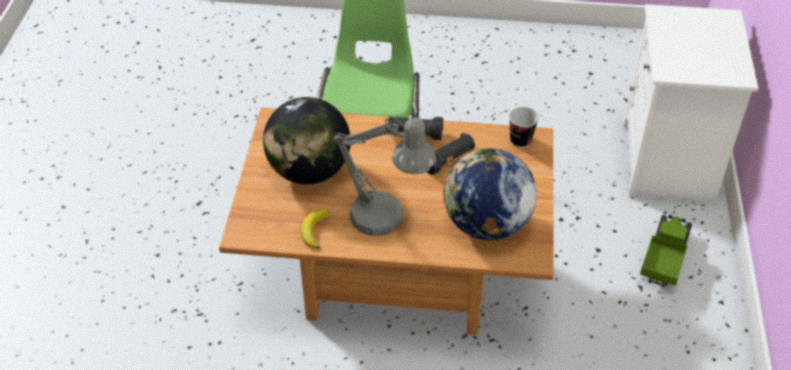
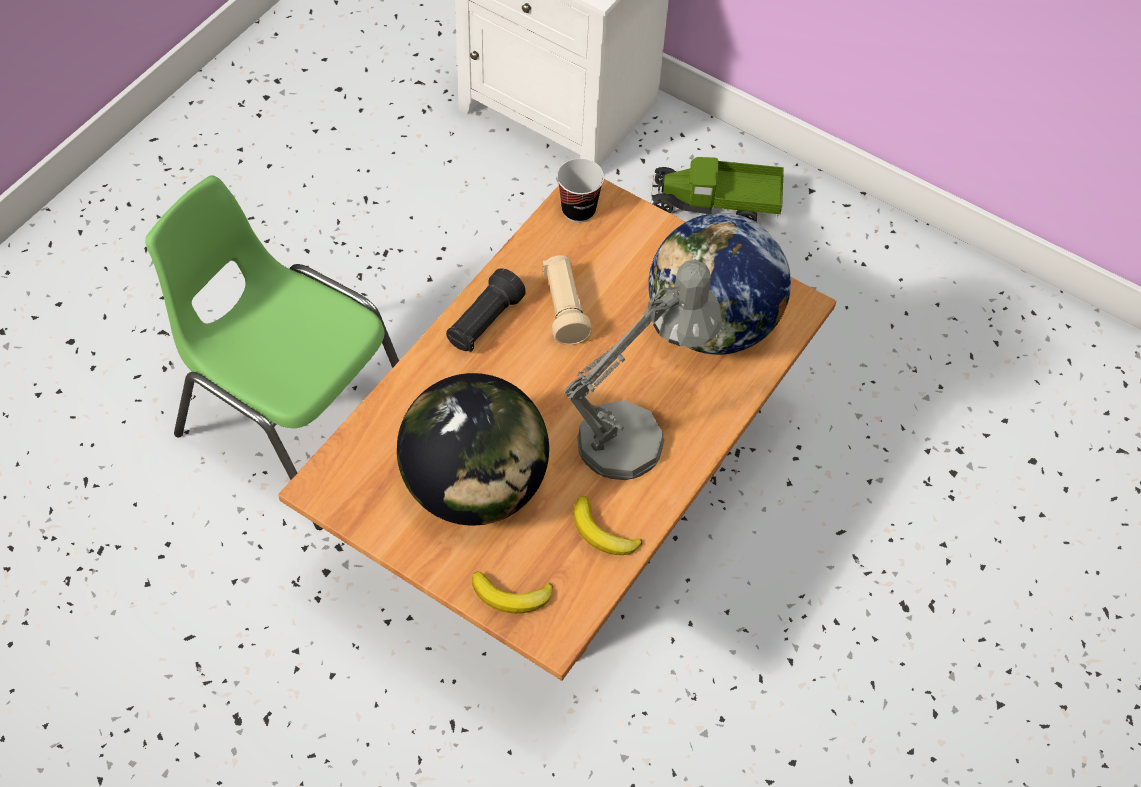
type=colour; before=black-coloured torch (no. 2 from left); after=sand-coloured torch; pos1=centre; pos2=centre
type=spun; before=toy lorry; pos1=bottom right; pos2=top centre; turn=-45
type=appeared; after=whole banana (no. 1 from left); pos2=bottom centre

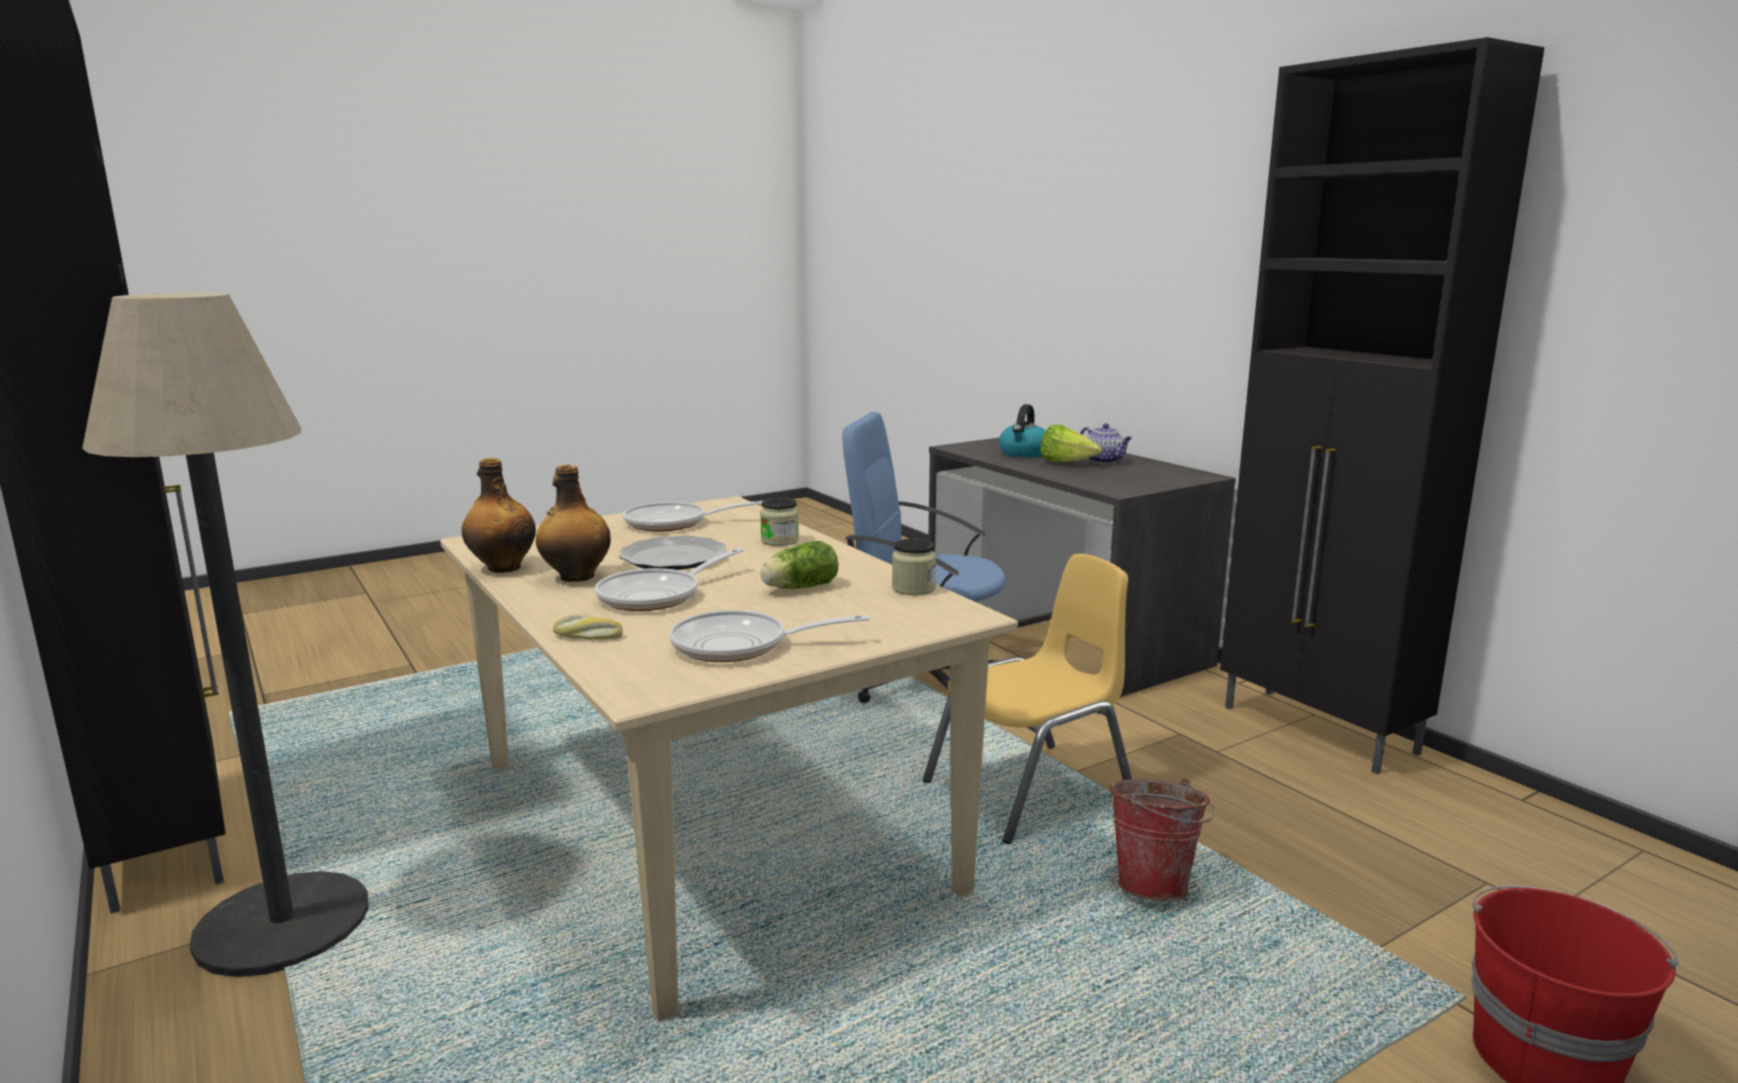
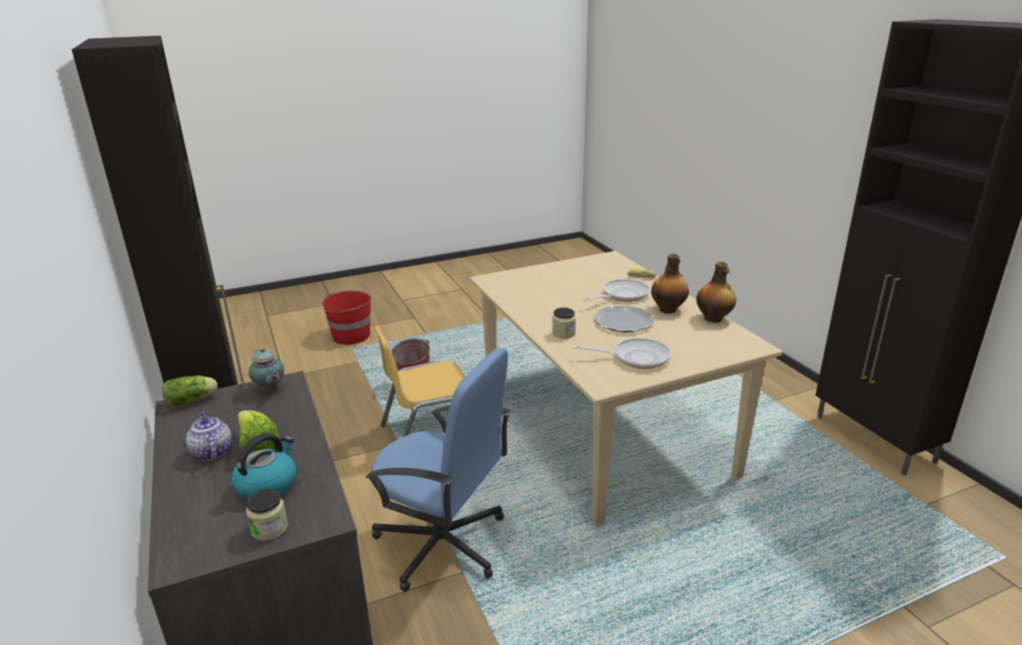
type=missing; before=standard lamp; pos1=middle left
type=relocated; before=jar (no. 2 from left in the first image); after=jar (no. 1 from left); pos1=centre; pos2=bottom left
type=relocated; before=lettuce (no. 1 from left); pos1=centre; pos2=middle left
type=missing; before=pan (no. 3 from left); pos1=centre
type=appeared; after=teapot (no. 2 from left); pos2=middle left

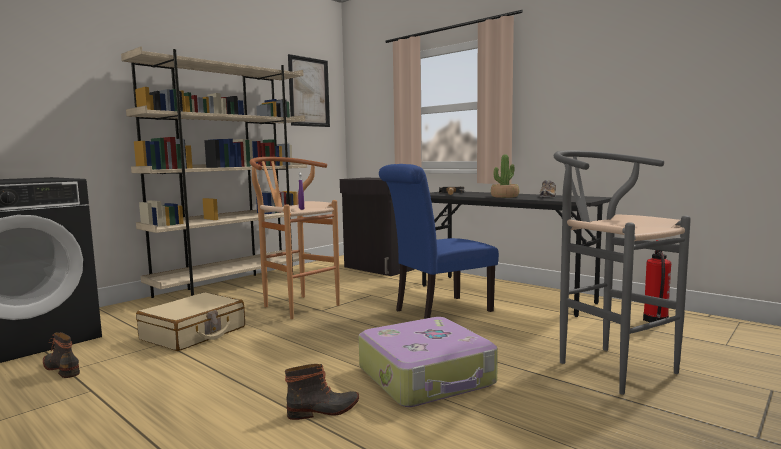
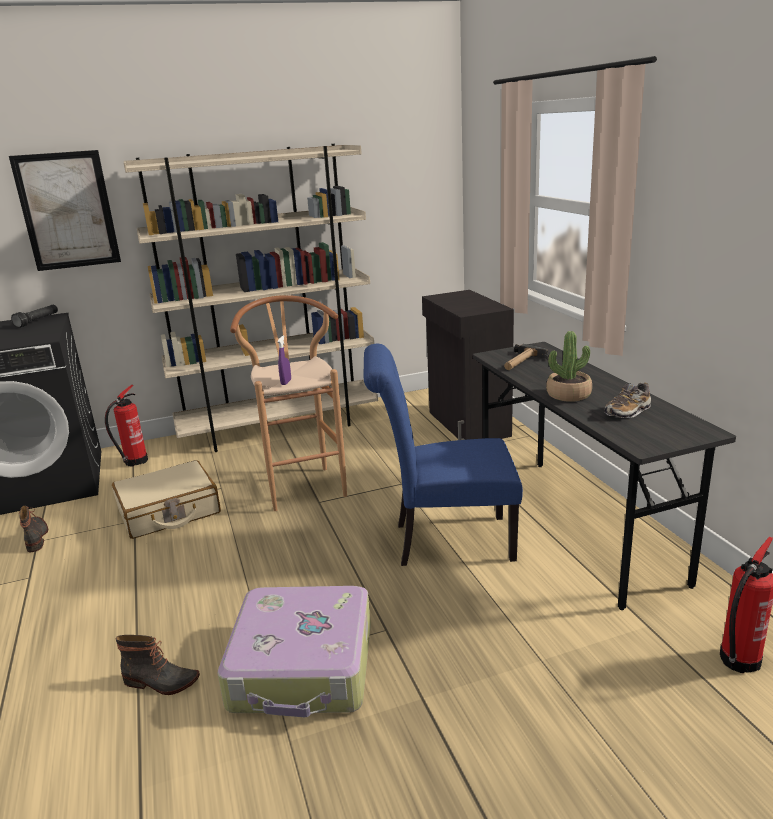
type=relocated; before=wall art; pos1=top centre; pos2=top left
type=missing; before=gray stool; pos1=middle right
type=appeared; after=black-coloured torch; pos2=middle left
type=appeared; after=extinguisher (no. 1 from left); pos2=middle left

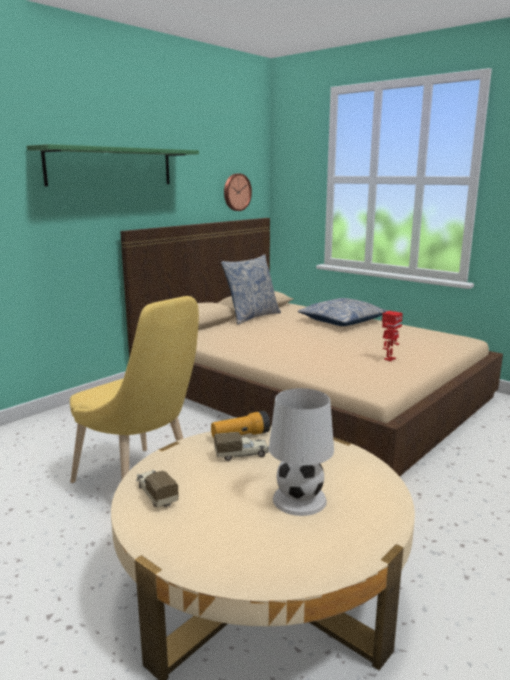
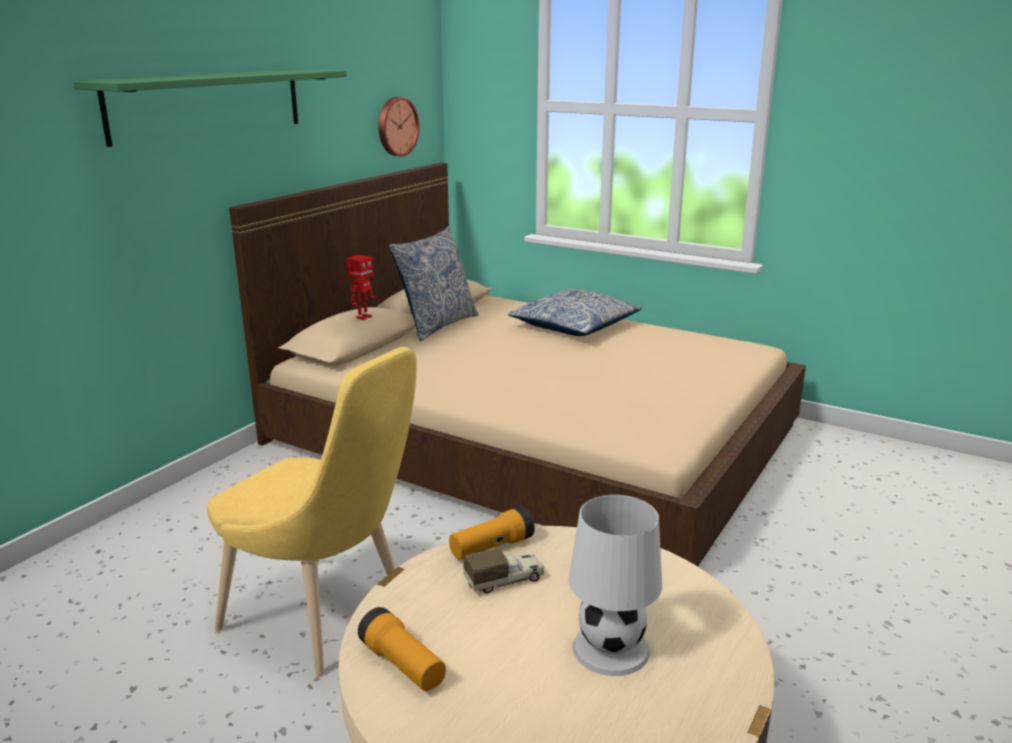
type=relocated; before=robot figure; pos1=middle right; pos2=centre
type=exchanged; before=toy lorry (no. 1 from left); after=torch (no. 1 from left); pos1=bottom left; pos2=bottom centre

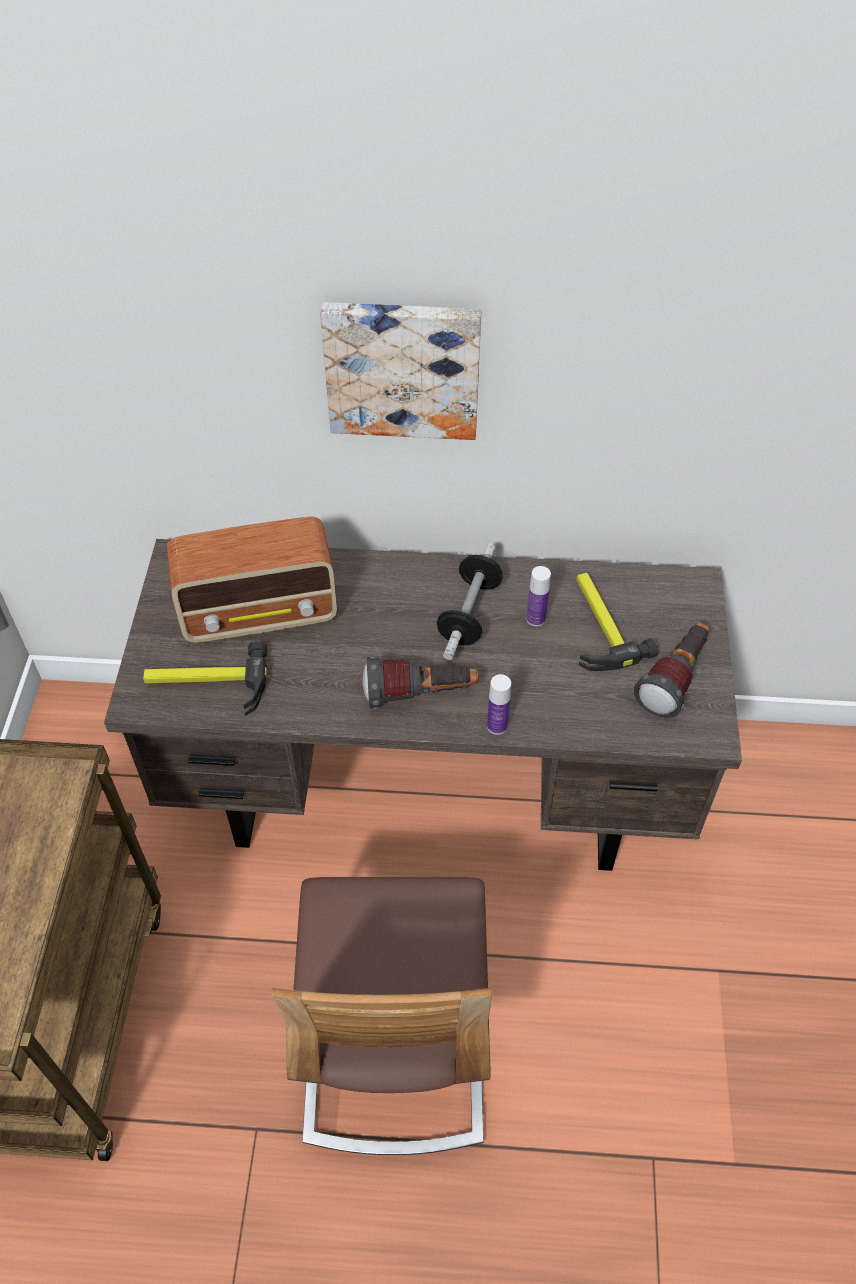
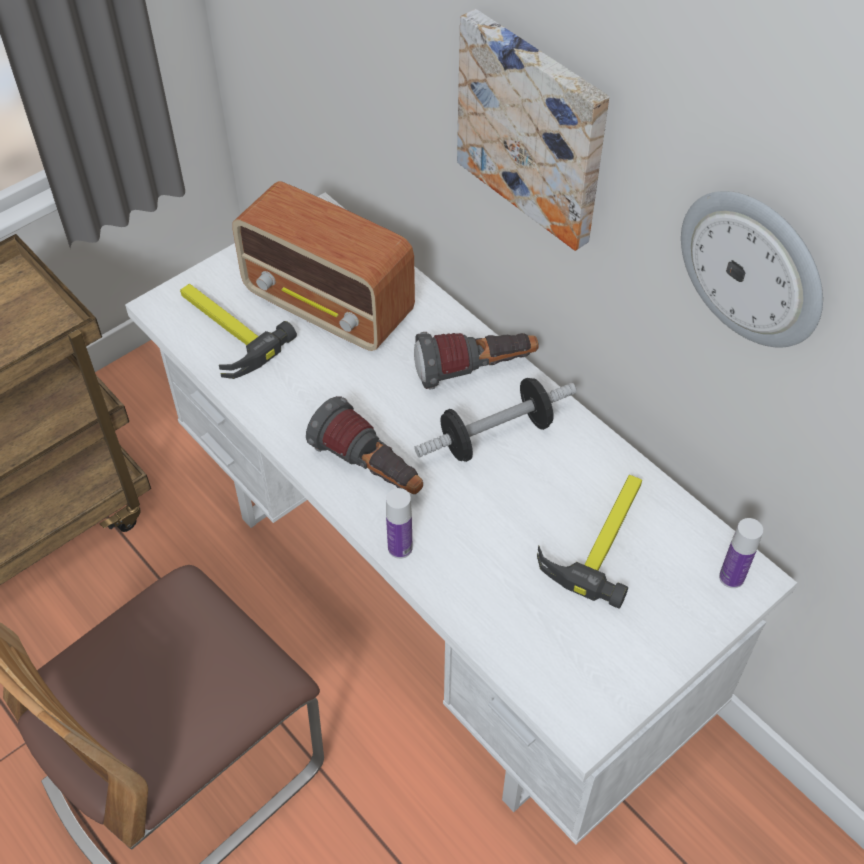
type=colour; before=brown-coloured desk table; after=white desk table; pos1=centre; pos2=centre
type=relocated; before=bottle (no. 2 from left); pos1=centre; pos2=middle right
type=relocated; before=torch (no. 2 from left); pos1=middle right; pos2=centre
type=appeared; after=hanging clock; pos2=top right

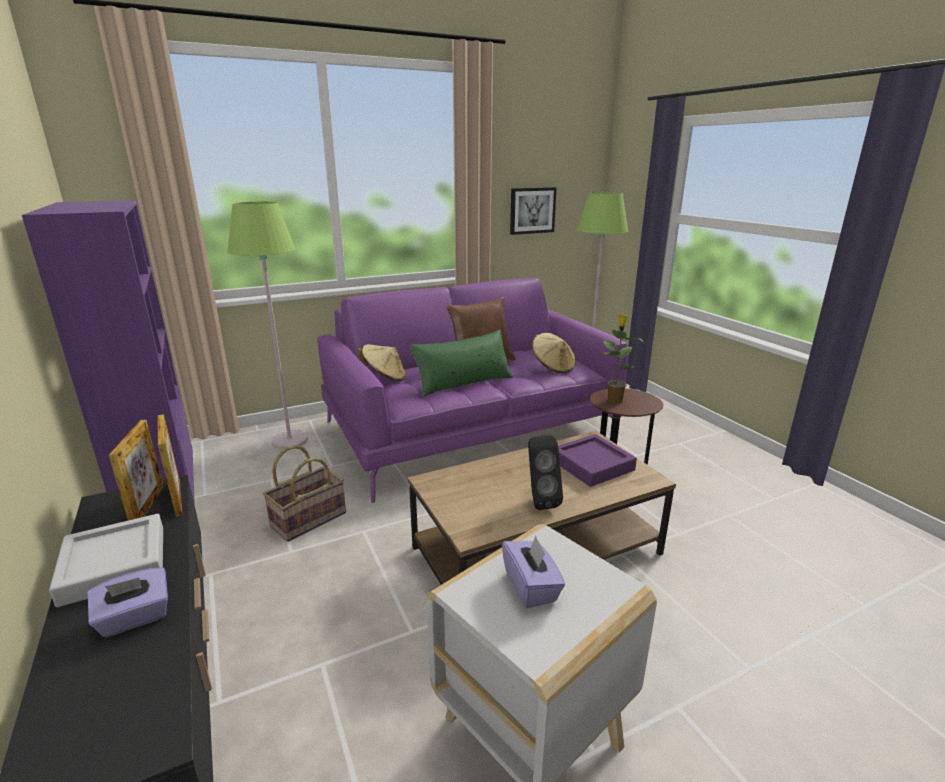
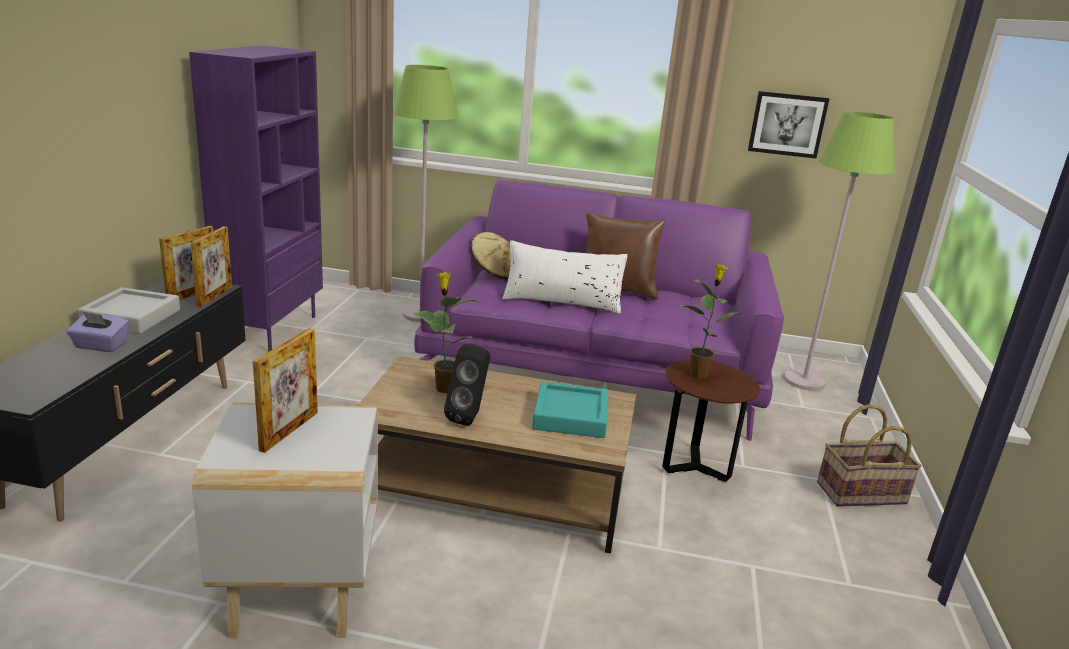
type=colour; before=green-coloured cushion; after=white cushion; pos1=centre; pos2=centre
type=missing; before=sand-coloured hat (no. 2 from left); pos1=centre
type=colour; before=purplish carrying tray; after=turquoise-coloured carrying tray; pos1=centre; pos2=centre
type=relocated; before=storage basket; pos1=middle left; pos2=bottom right
type=exchanged; before=purplish tissue holder (no. 2 from left); after=standing frame (no. 3 from left); pos1=bottom centre; pos2=middle left
type=appeared; after=potted plant (no. 1 from left); pos2=centre

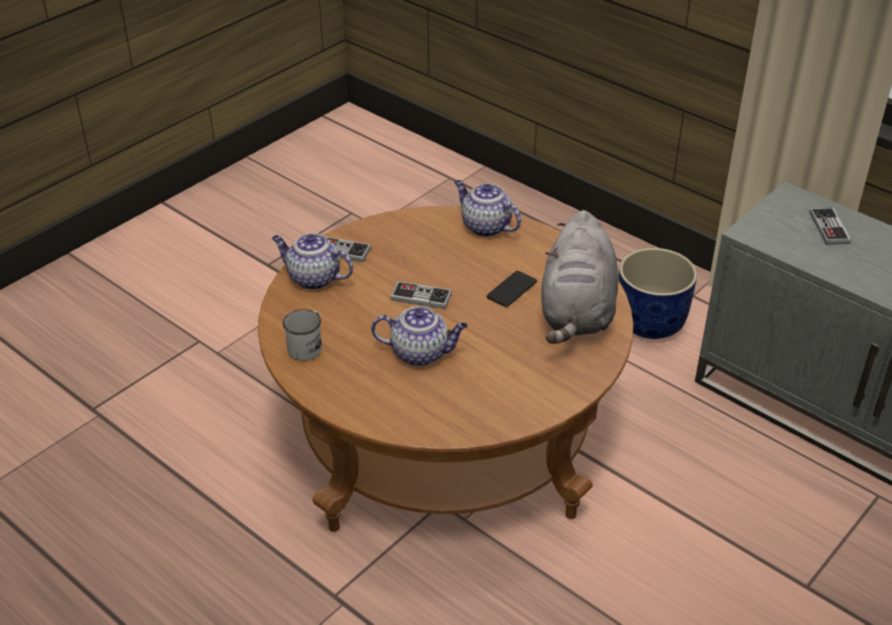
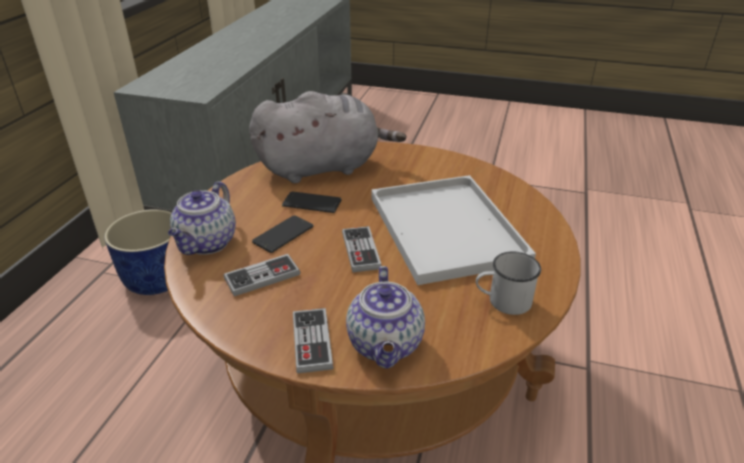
type=relocated; before=game controller (no. 3 from left in the first image); after=game controller (no. 1 from left); pos1=middle right; pos2=centre
type=exchanged; before=teapot (no. 2 from left); after=white carrying tray; pos1=centre; pos2=centre
type=appeared; after=handset (no. 1 from left); pos2=centre

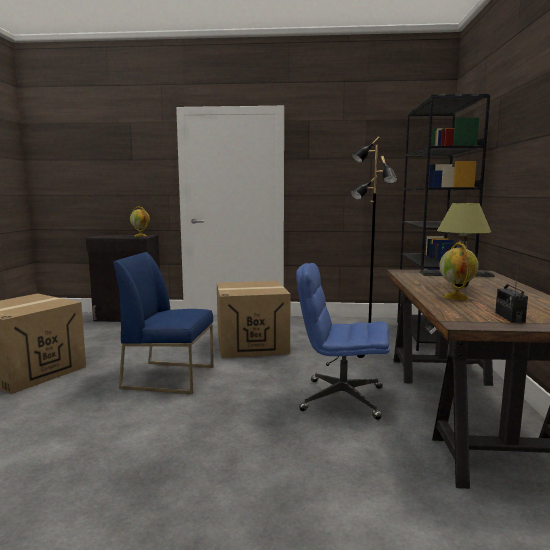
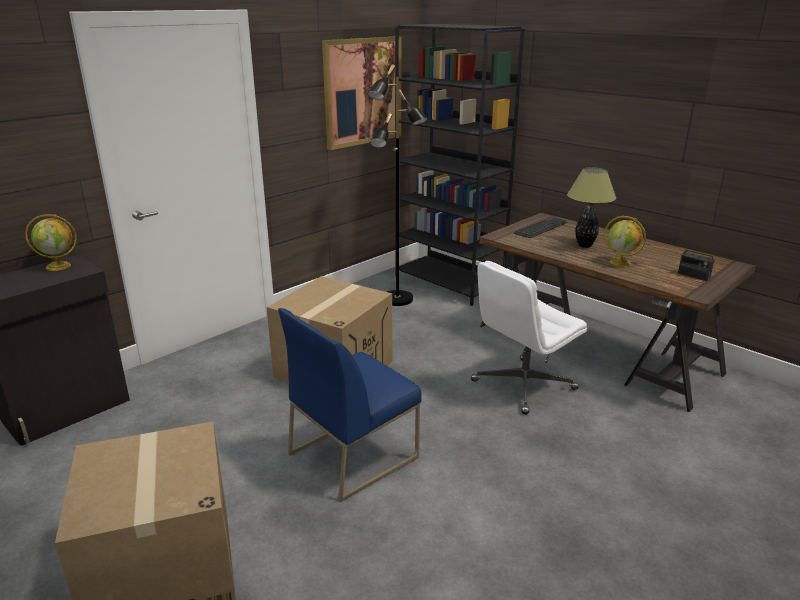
type=colour; before=blue-coloured computer chair; after=white computer chair; pos1=centre; pos2=centre
type=appeared; after=wall art; pos2=top centre

